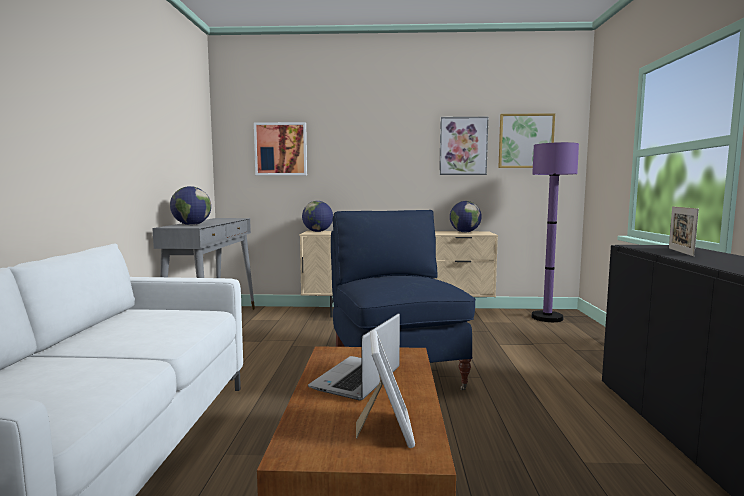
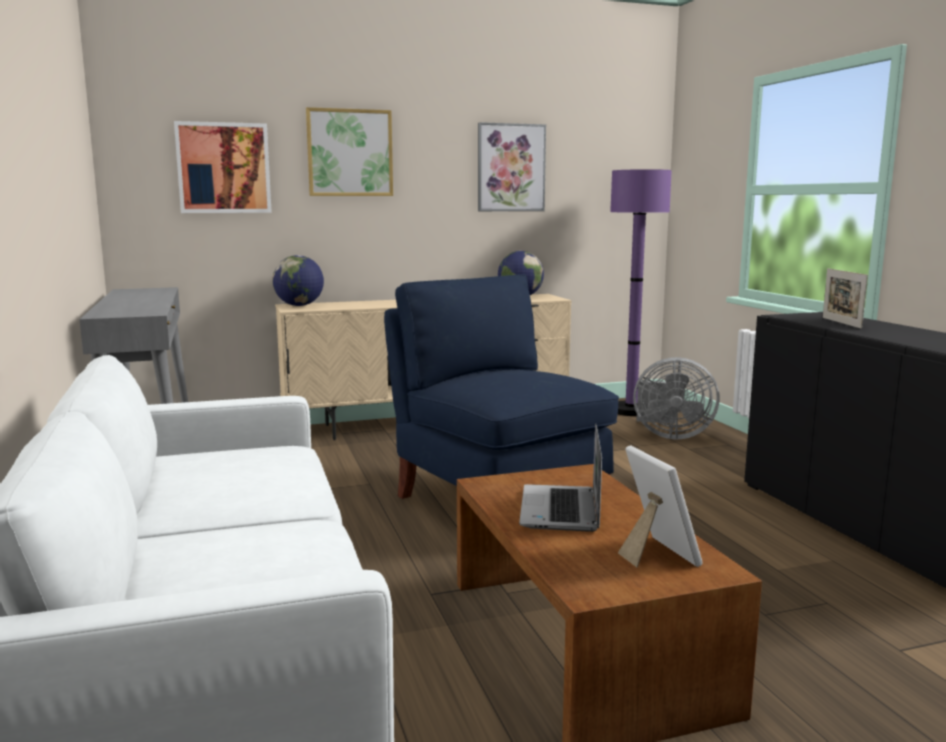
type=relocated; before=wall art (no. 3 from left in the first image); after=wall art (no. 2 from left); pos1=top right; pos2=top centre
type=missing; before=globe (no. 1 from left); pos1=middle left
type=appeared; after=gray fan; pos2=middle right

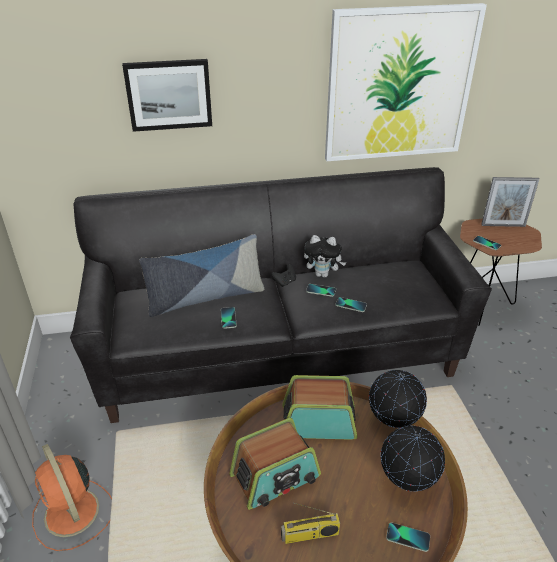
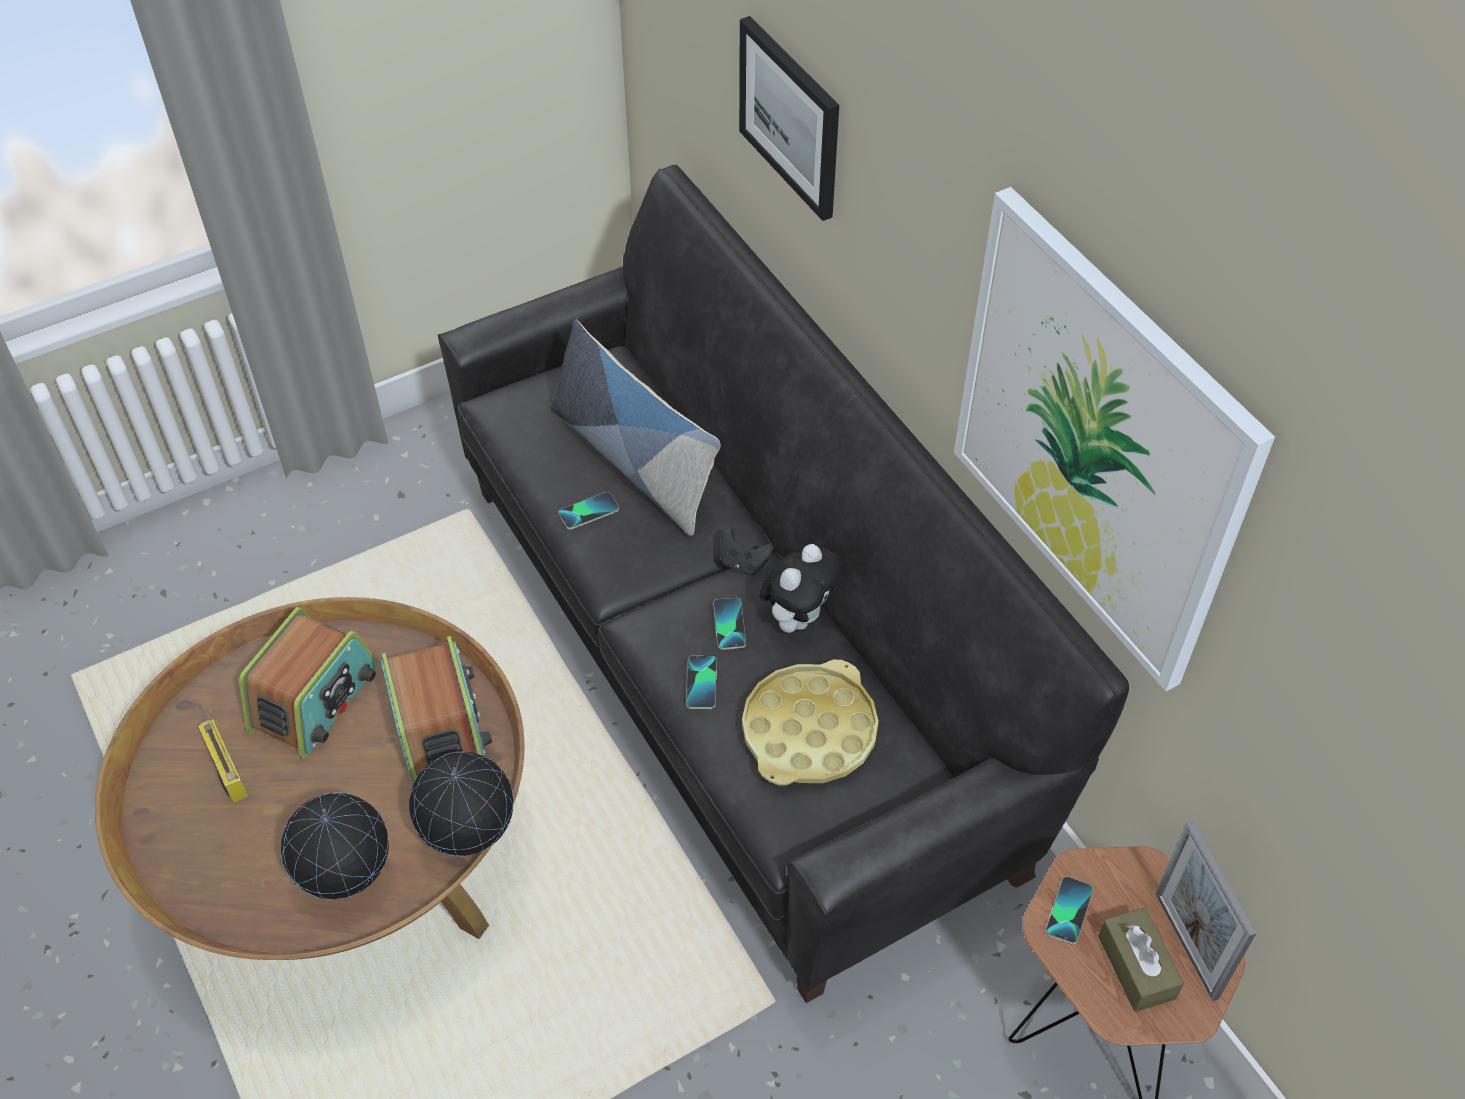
type=spun; before=plush toy; pos1=centre; pos2=centre; turn=-135
type=spun; before=radio (no. 1 from left in the first image); pos1=bottom centre; pos2=middle left; turn=-105
type=missing; before=orange-coloured fan; pos1=bottom left
type=missing; before=handset (no. 4 from left); pos1=bottom right
type=appeared; after=yellowish carrying tray; pos2=centre
type=appeared; after=brown-coloured tissue holder; pos2=bottom right

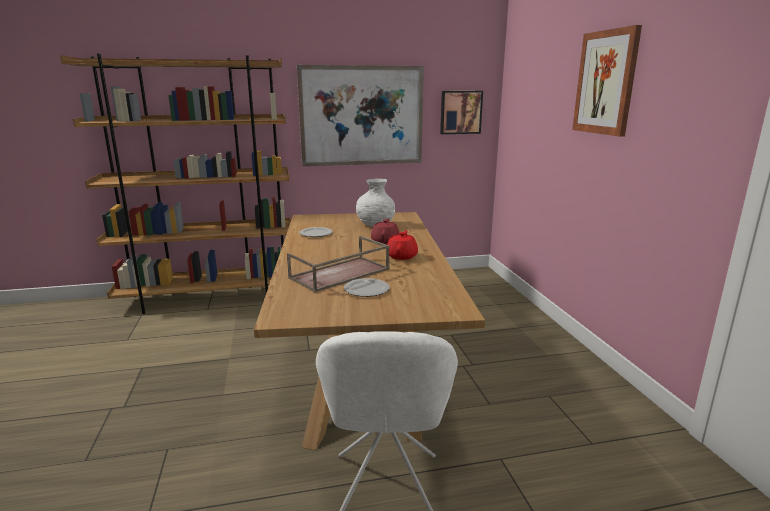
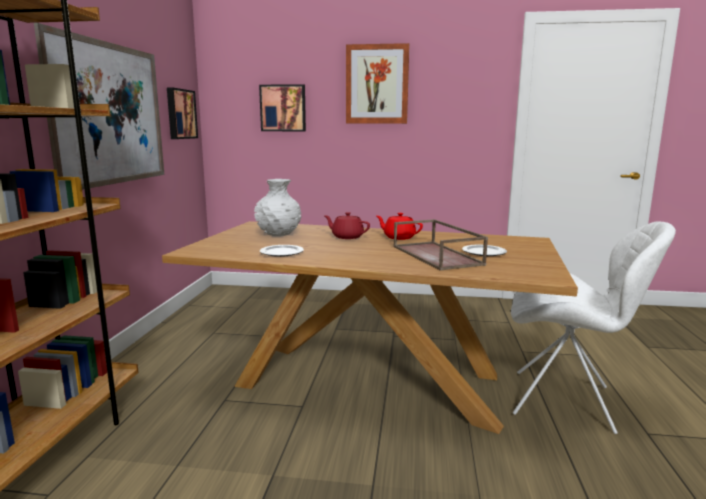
type=appeared; after=wall art (no. 3 from left); pos2=top centre

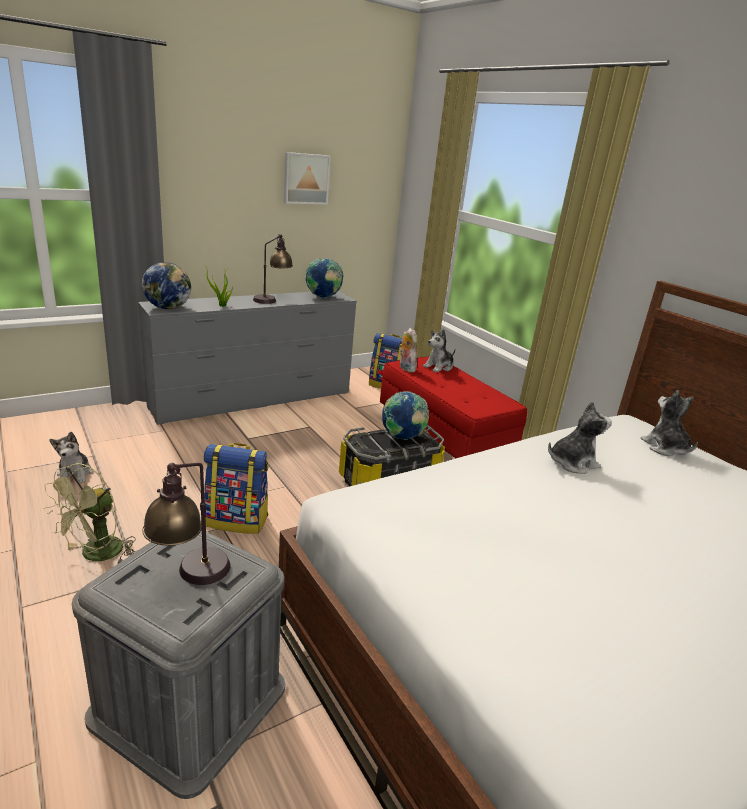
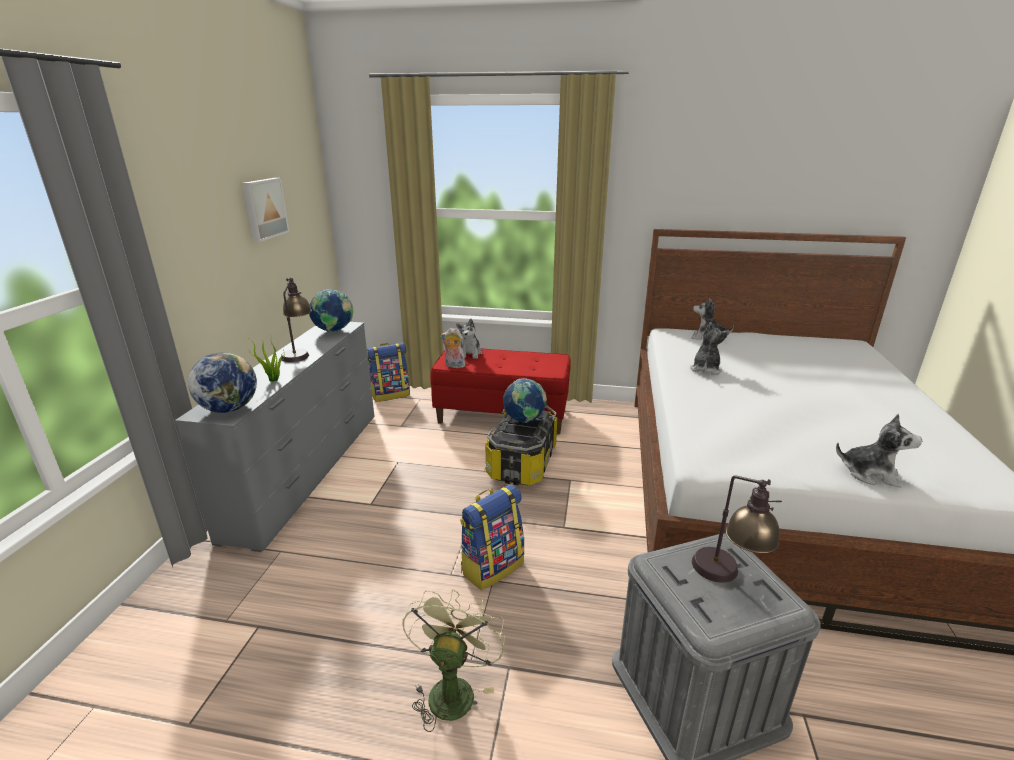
type=relocated; before=plush toy (no. 1 from left in the first image); after=plush toy (no. 5 from left); pos1=middle left; pos2=middle right
type=spun; before=green-coloured fan; pos1=middle left; pos2=bottom centre; turn=-150

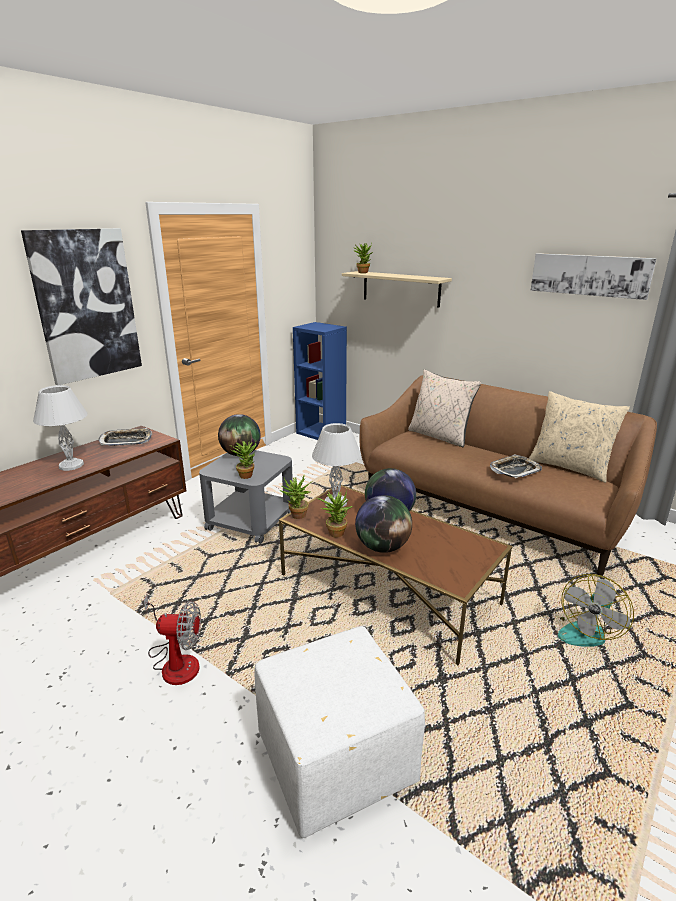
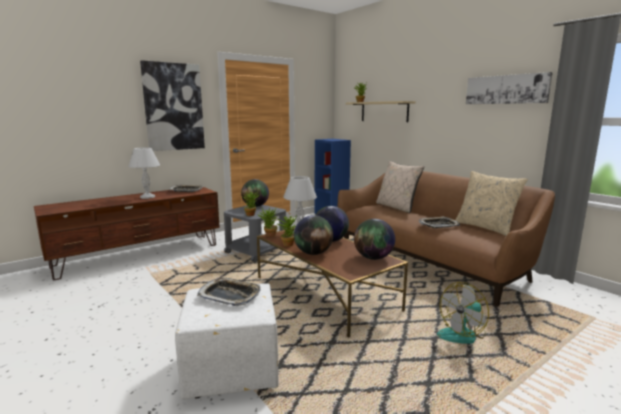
type=missing; before=fan (no. 1 from left); pos1=bottom left
type=appeared; after=globe (no. 4 from left); pos2=centre
type=appeared; after=carrying tray (no. 2 from left); pos2=bottom centre

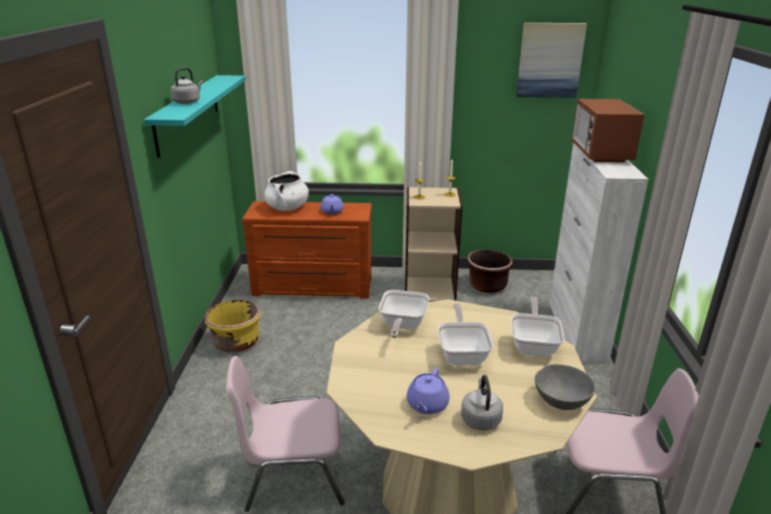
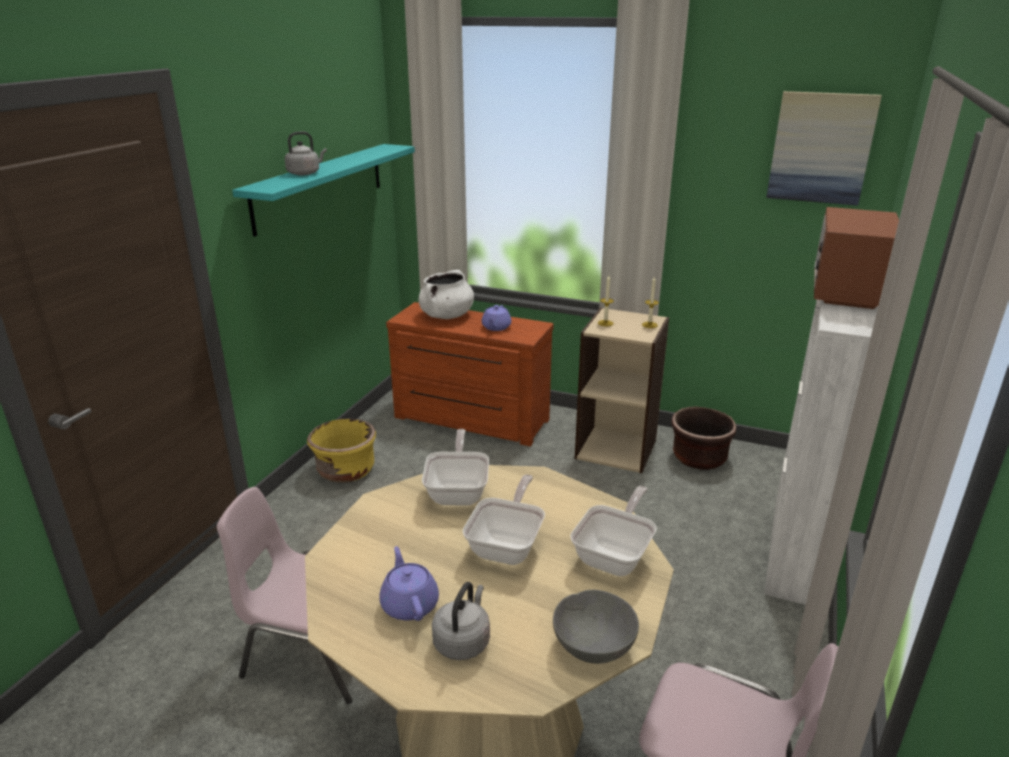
type=spun; before=pan (no. 1 from left); pos1=centre; pos2=centre; turn=150
type=spun; before=purplish teapot (no. 2 from left in the first image); pos1=bottom centre; pos2=bottom centre; turn=120

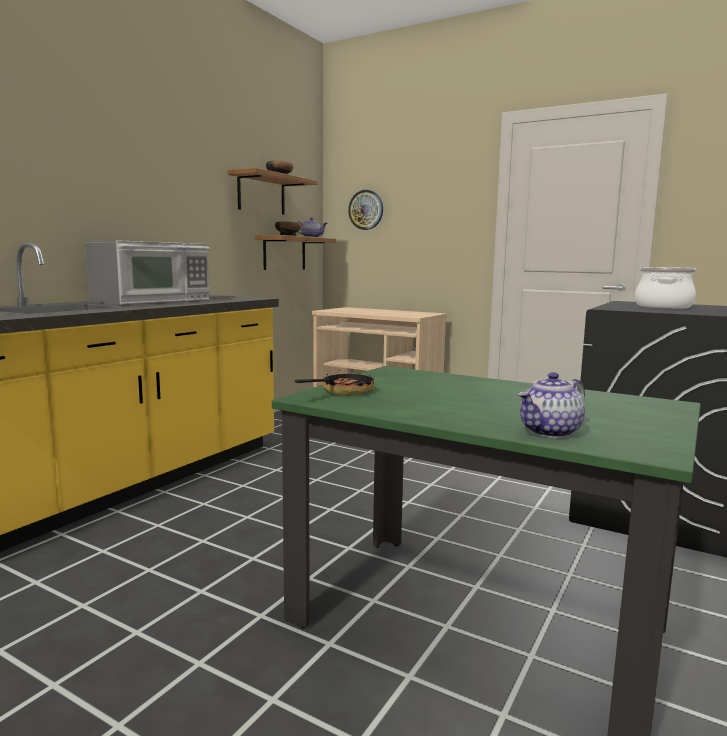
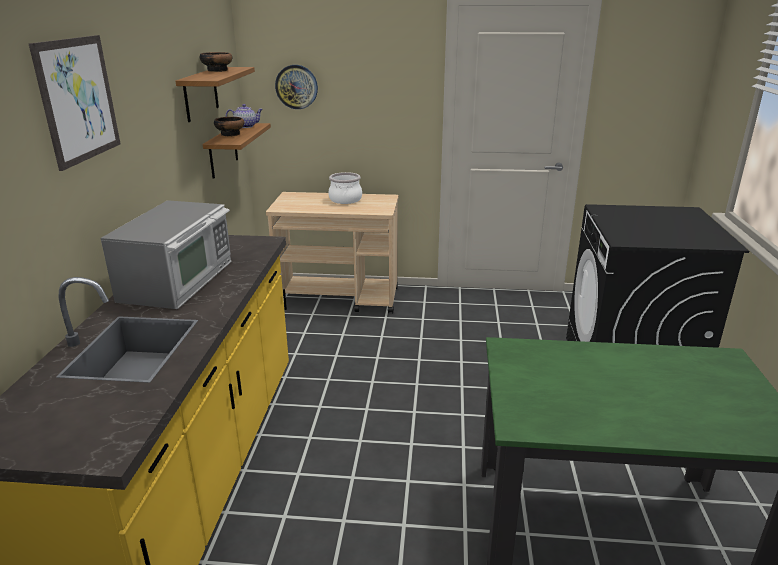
type=relocated; before=cooking pot; pos1=middle right; pos2=top centre
type=missing; before=pan; pos1=centre
type=missing; before=teapot (no. 2 from left); pos1=middle right
type=appeared; after=wall art; pos2=top left

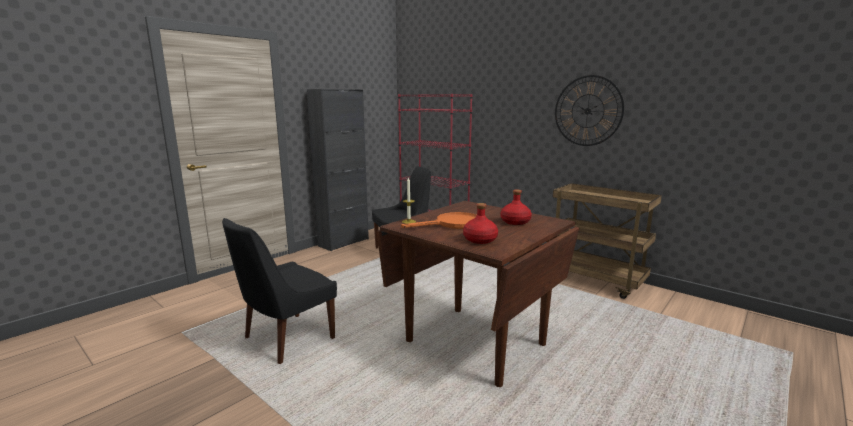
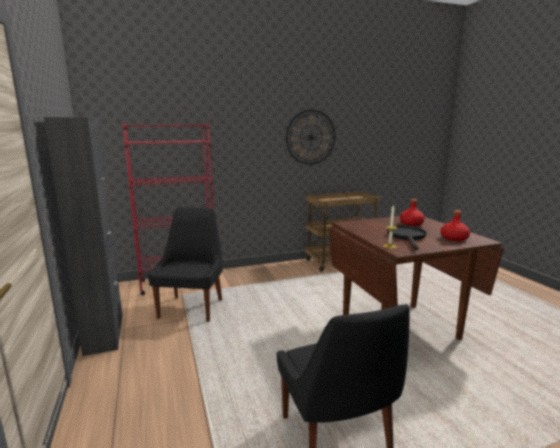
type=colour; before=orange-coloured pan; after=black-coloured pan; pos1=centre; pos2=middle right

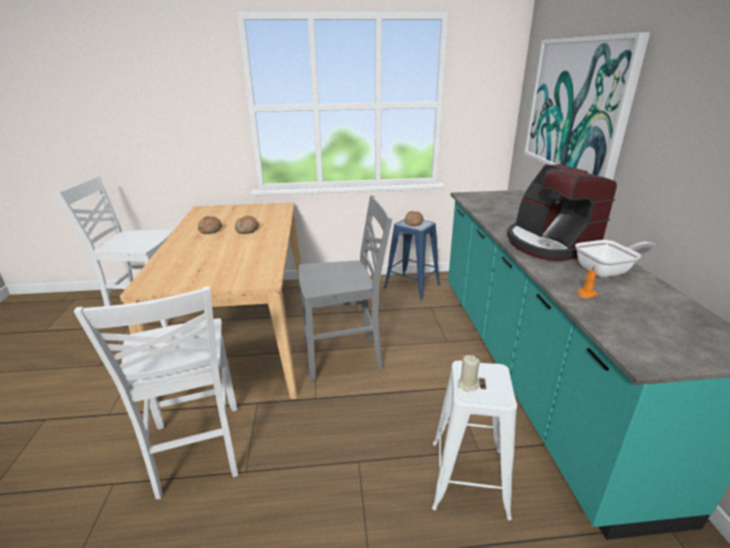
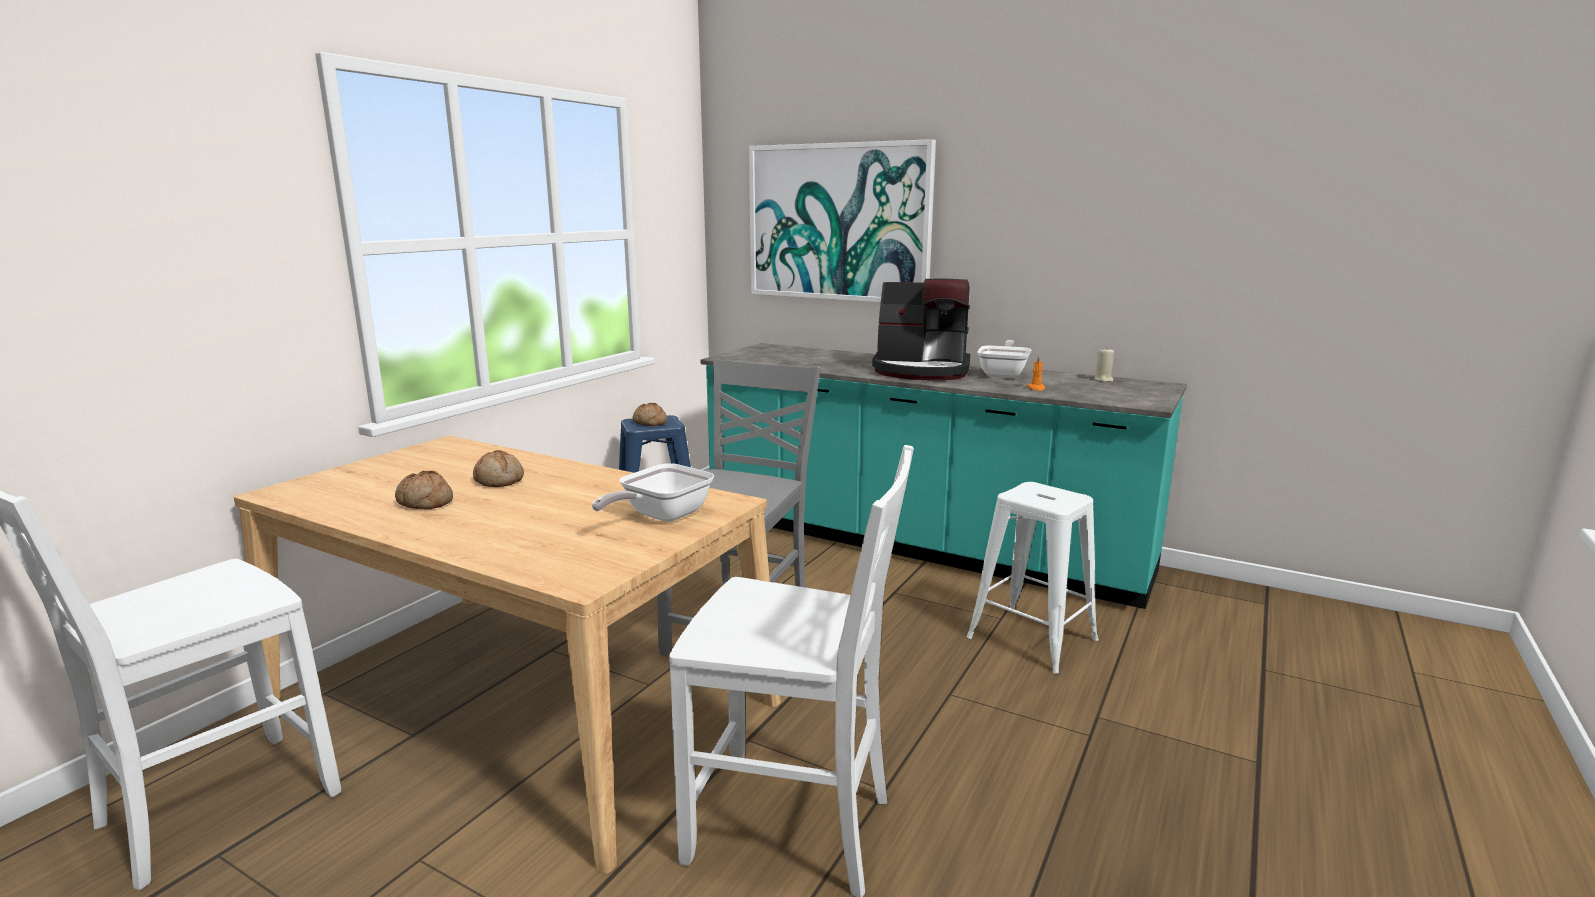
type=relocated; before=sand-coloured wax light; pos1=bottom centre; pos2=middle right
type=appeared; after=pan (no. 1 from left); pos2=centre

